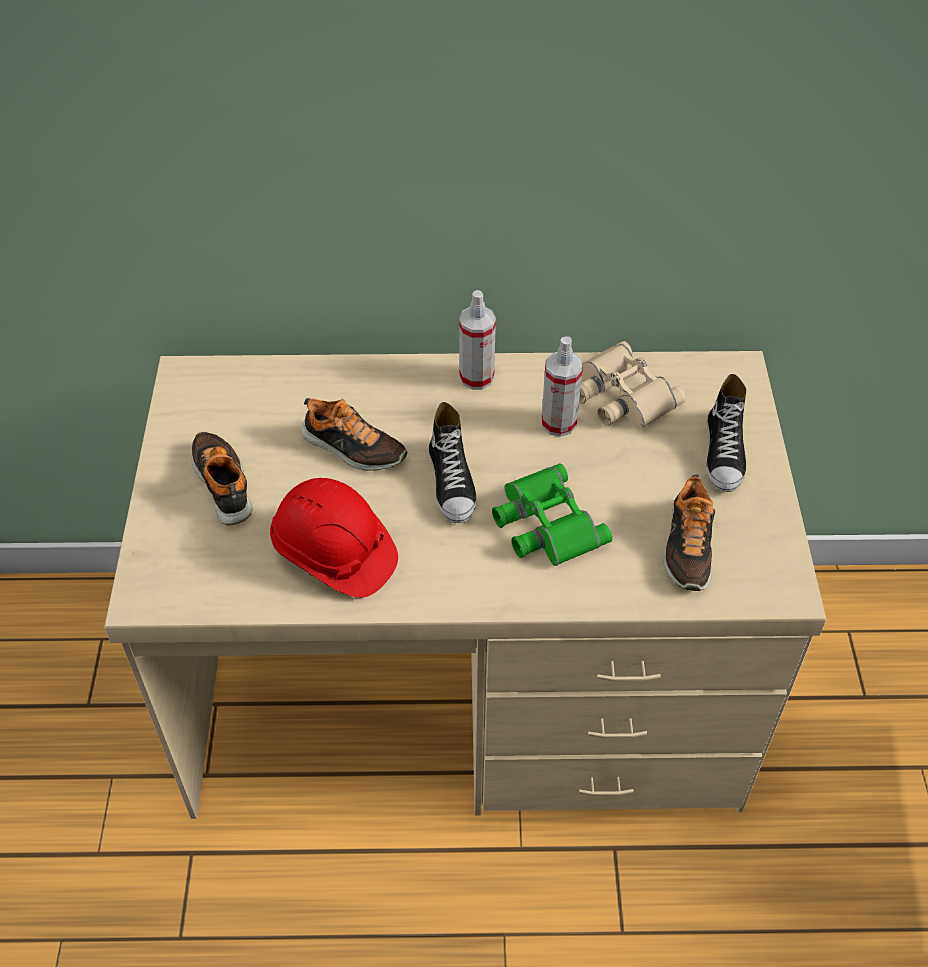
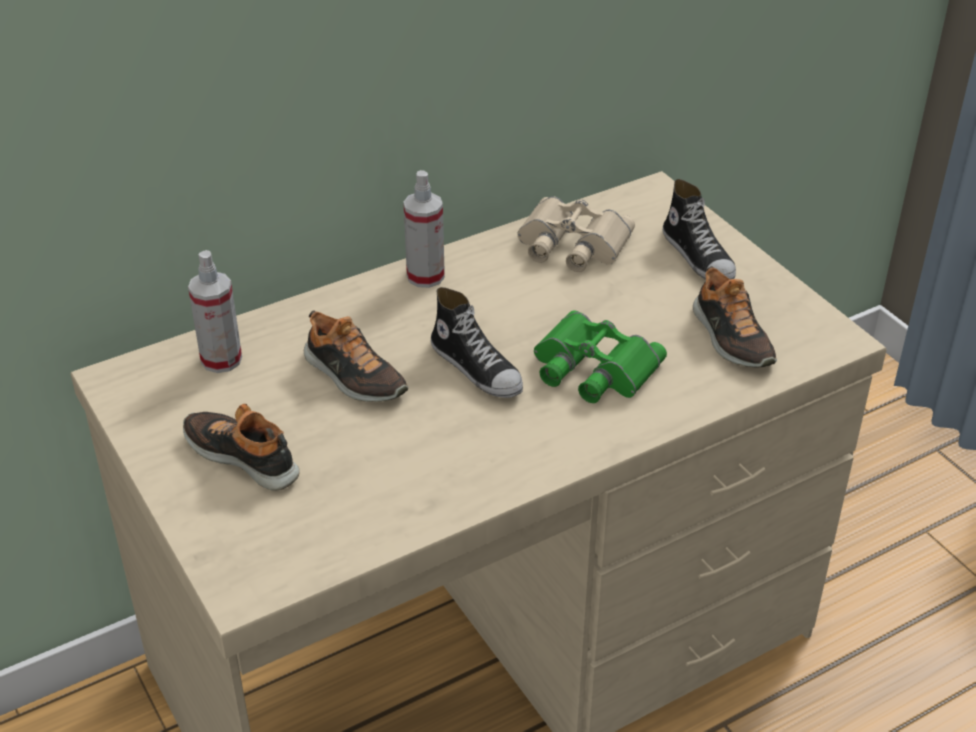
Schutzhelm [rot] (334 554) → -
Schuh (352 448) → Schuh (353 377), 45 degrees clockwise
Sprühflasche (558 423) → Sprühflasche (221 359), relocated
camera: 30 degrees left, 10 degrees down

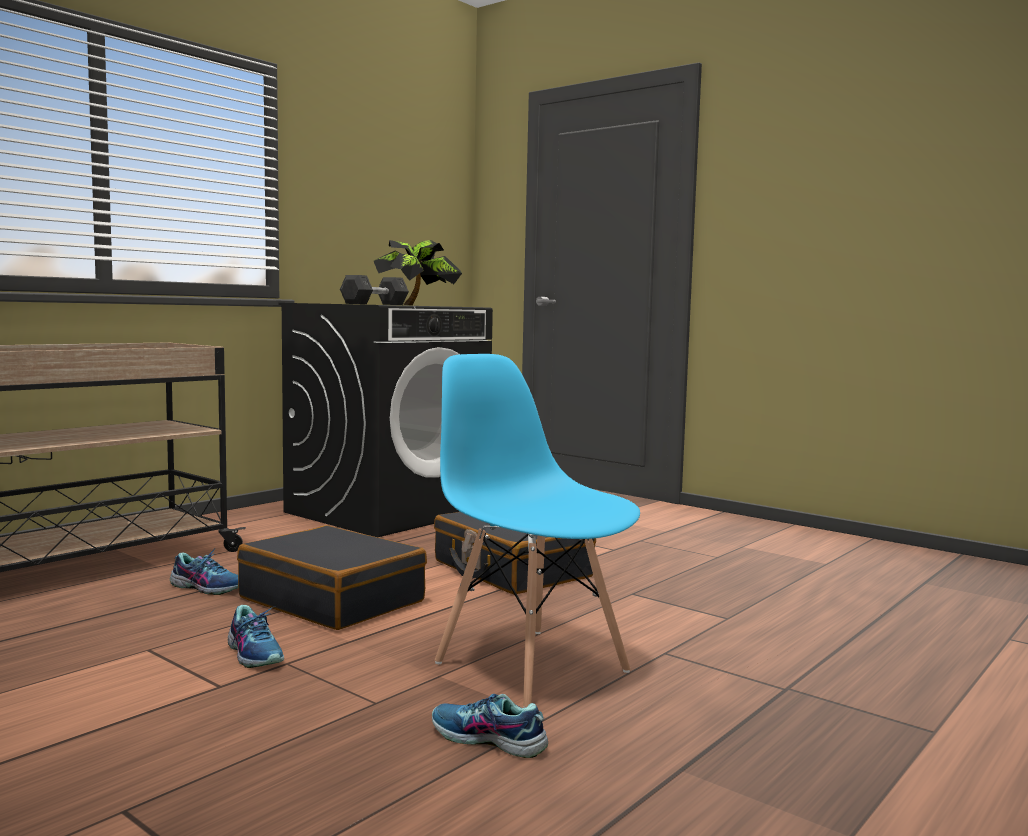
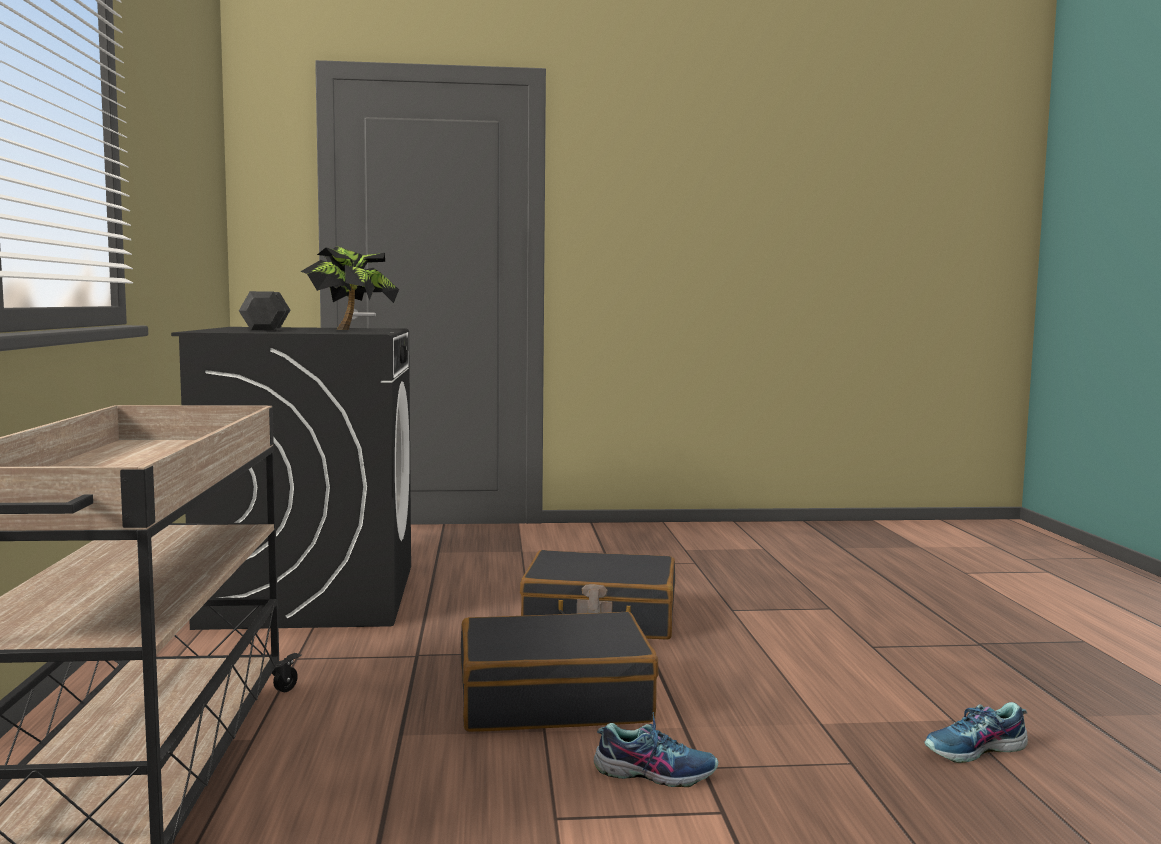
Schuh (208 587) → -
Stuhl [blau] (531 666) → -
camera: 45 degrees left, 0 degrees up

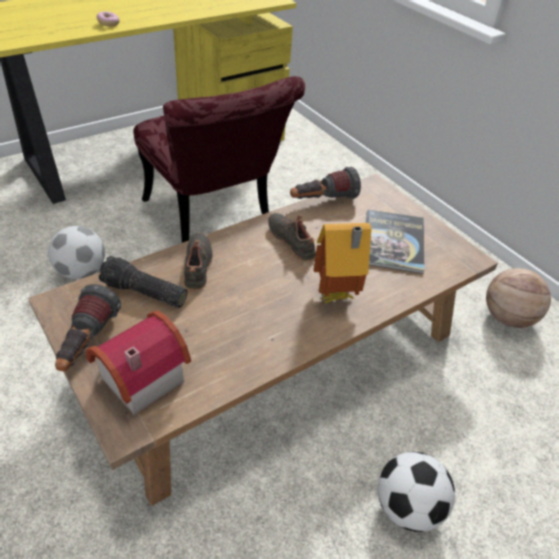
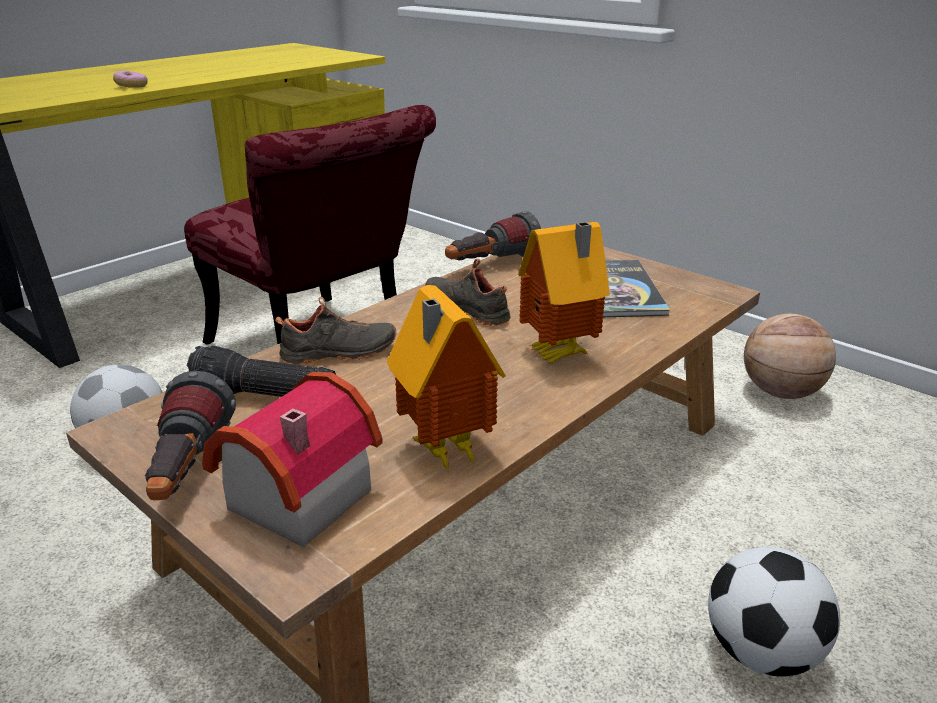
Schuh [schwarz] (199 266) → Schuh [schwarz] (339 354), 90 degrees clockwise
- → Spielzeughaus (442 452)
camera: 10 degrees left, 15 degrees down

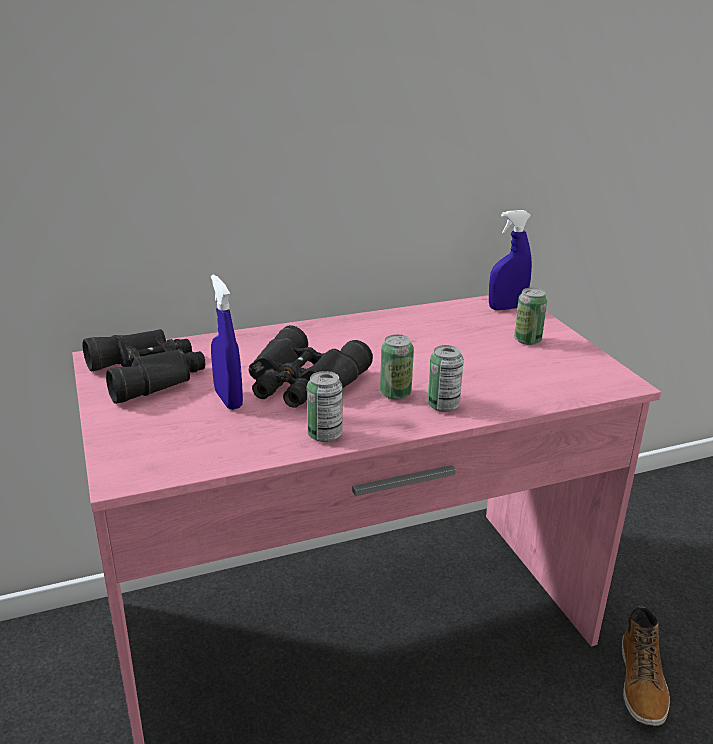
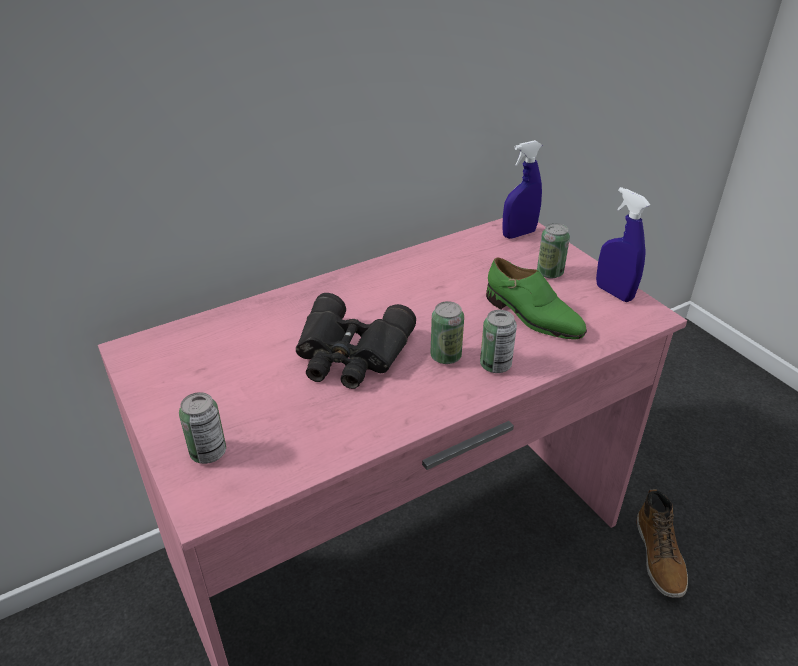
Fernglas [schwarz] (150 373) → -
Sprühflasche [blau] (228 399) → Sprühflasche [blau] (613 293), relocated
Dose (324 435) → Dose (208 452), relocated
- → Schuh [grün] (532 316)
camera: 10 degrees left, 10 degrees up

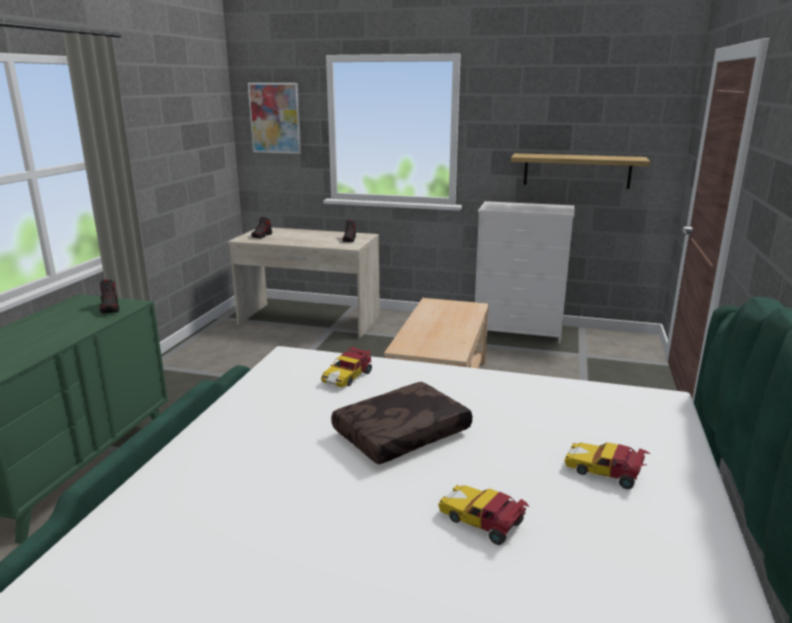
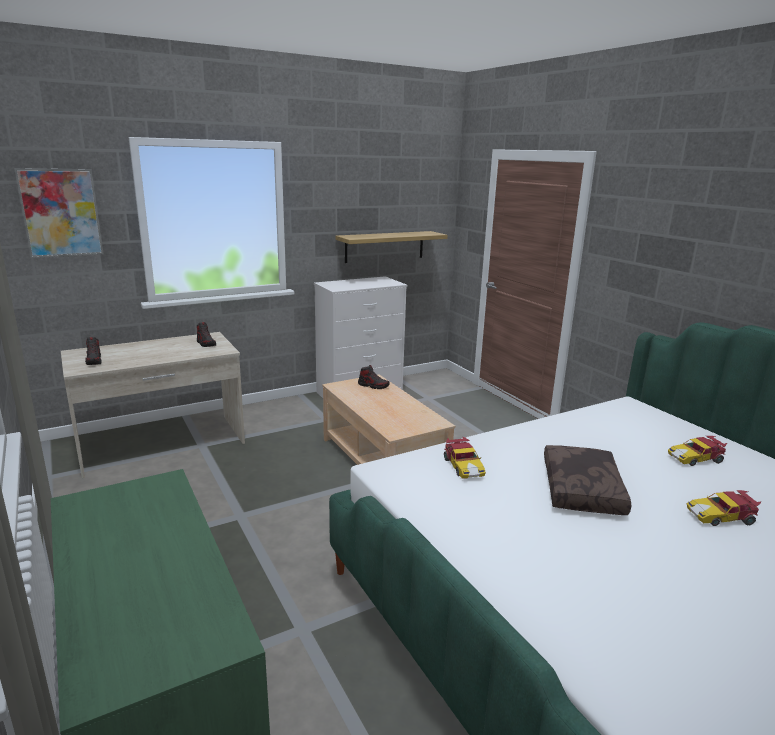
Schuh (110 308) → Schuh (373 386), relocated
camera: 45 degrees left, 0 degrees up

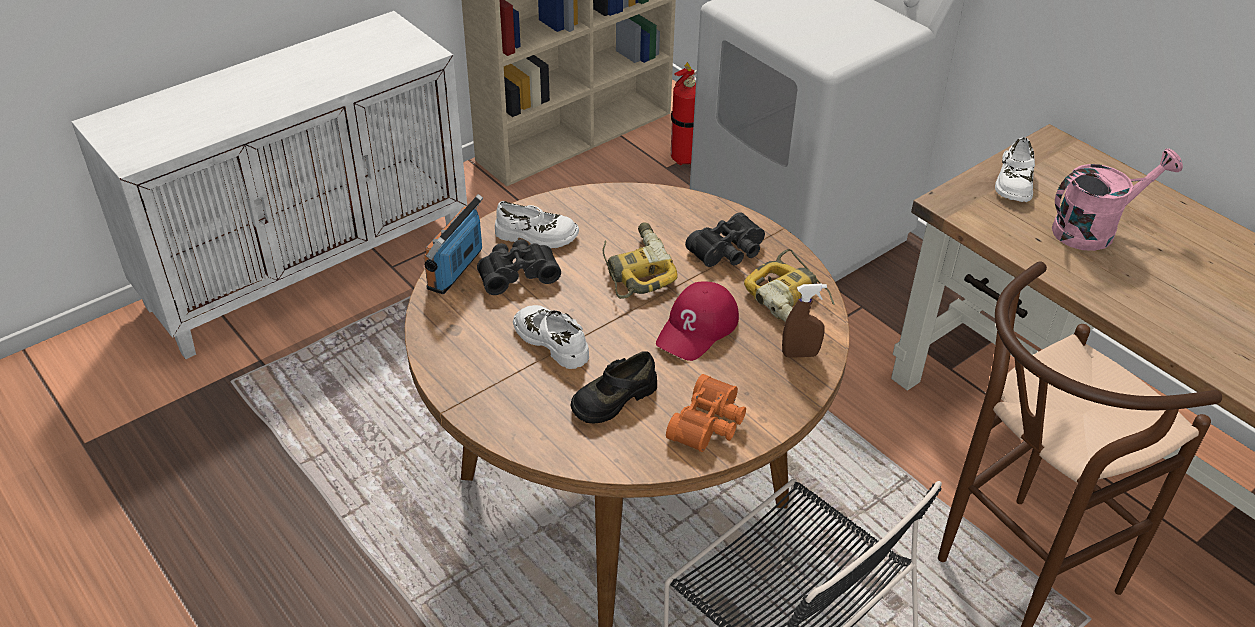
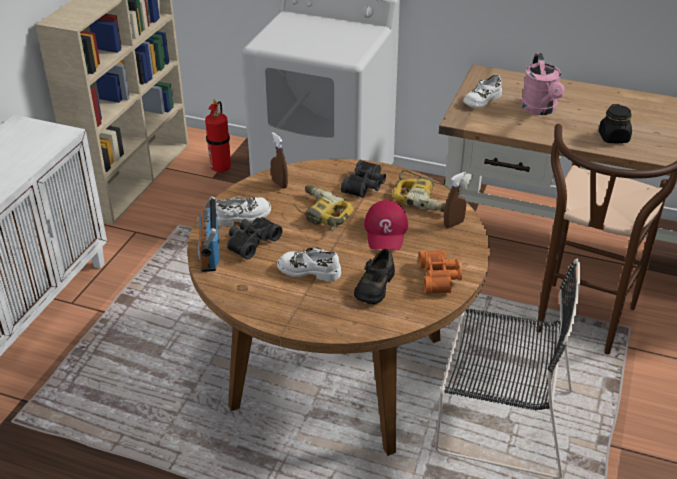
Schuh [weiß] (1013 183) → Schuh [weiß] (482 100), 60 degrees clockwise
Gießkanne [rosa] (1094 229) → Gießkanne [rosa] (540 110), 135 degrees clockwise
- → Sprühflasche [braun] (279 184)
- → Vorratsglas [schwarz] (613 138)
camera: 30 degrees left, 5 degrees down

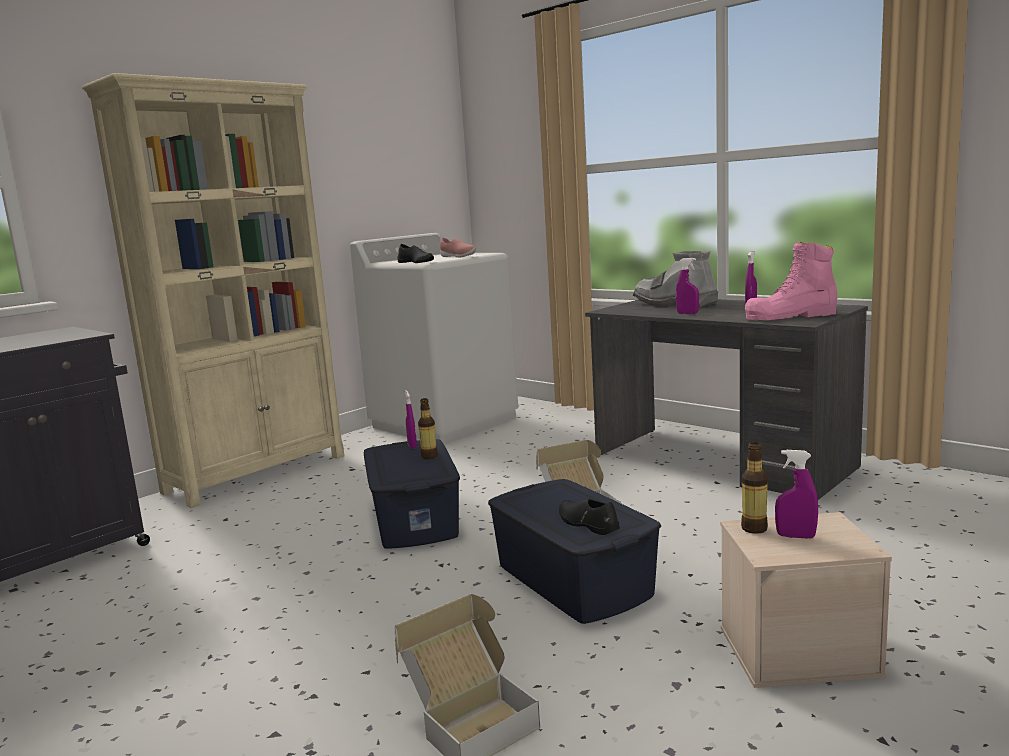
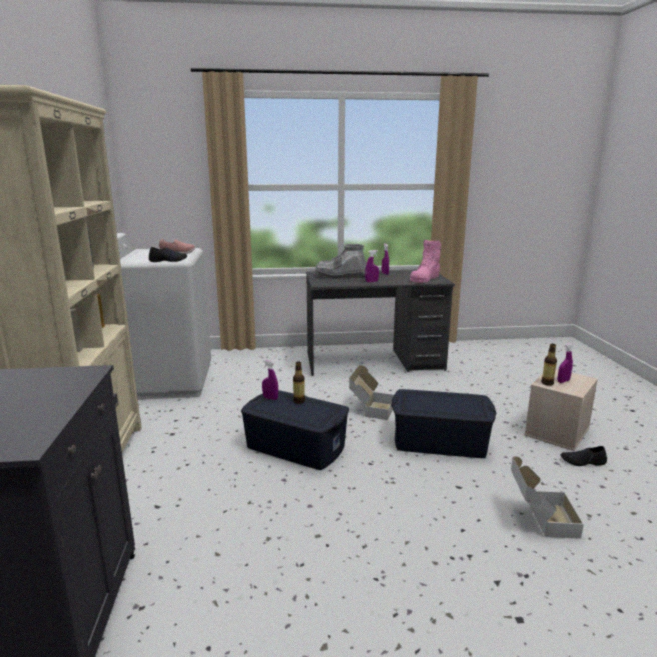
Schuh [schwarz] (587 523) → Schuh [schwarz] (582 461), relocated
camera: 50 degrees left, 5 degrees up

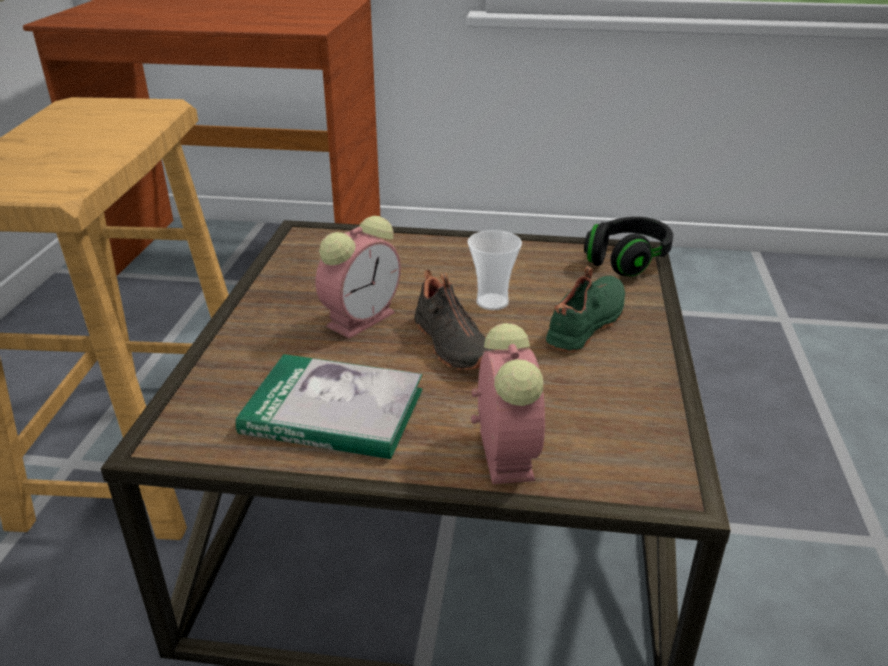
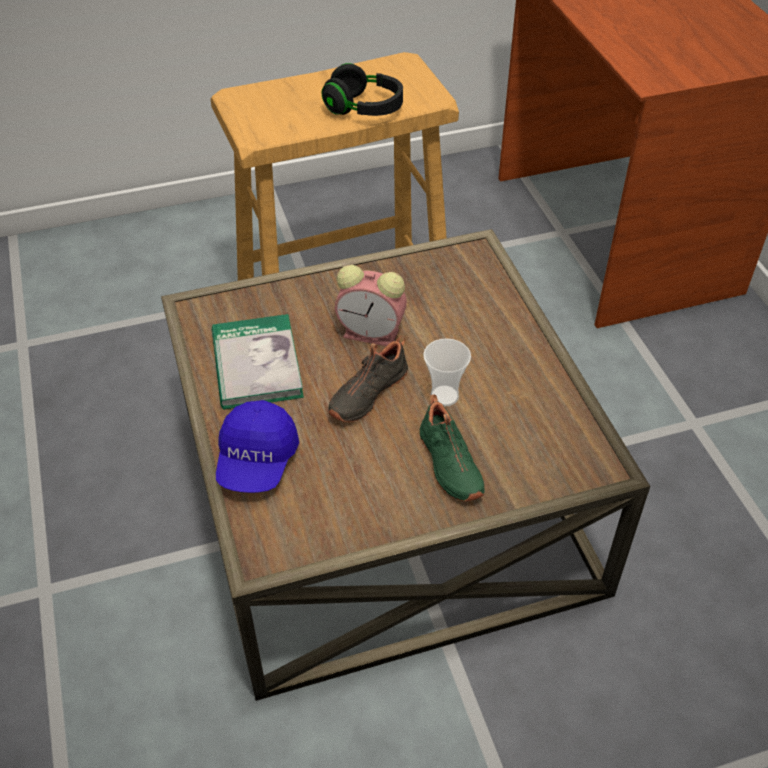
Wecker (504 452) → Kappe [blau] (257 461)
Schuh [grün] (588 324) → Schuh [grün] (448 464), 60 degrees clockwise
Kopfhörer [schwarz] (627 260) → Kopfhörer [schwarz] (364 109), relocated
camera: 65 degrees right, 15 degrees up

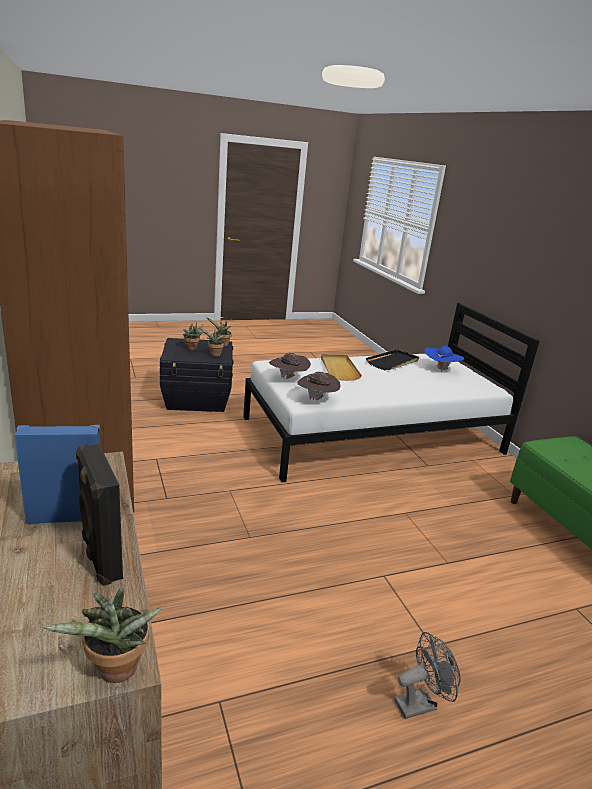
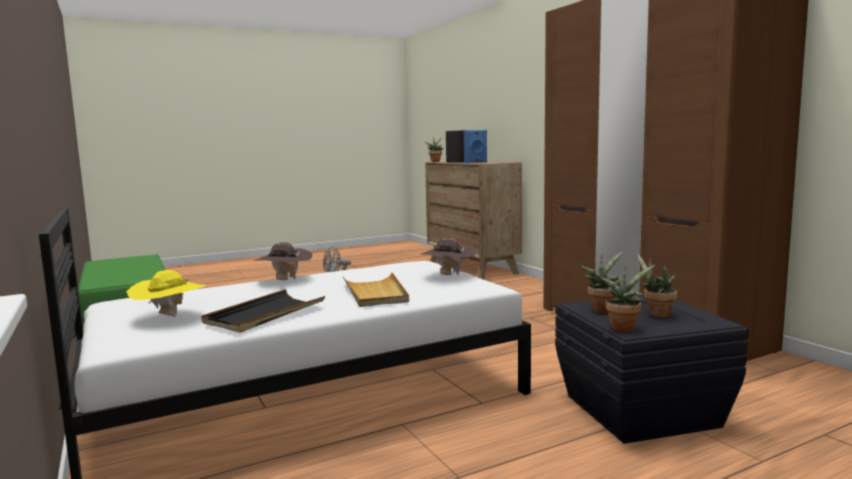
Hut [braun] (317 399) → Hut [braun] (284 280), relocated
Hut [blau] (441 369) → Hut [gelb] (170 318)
camera: 175 degrees right, 15 degrees down

